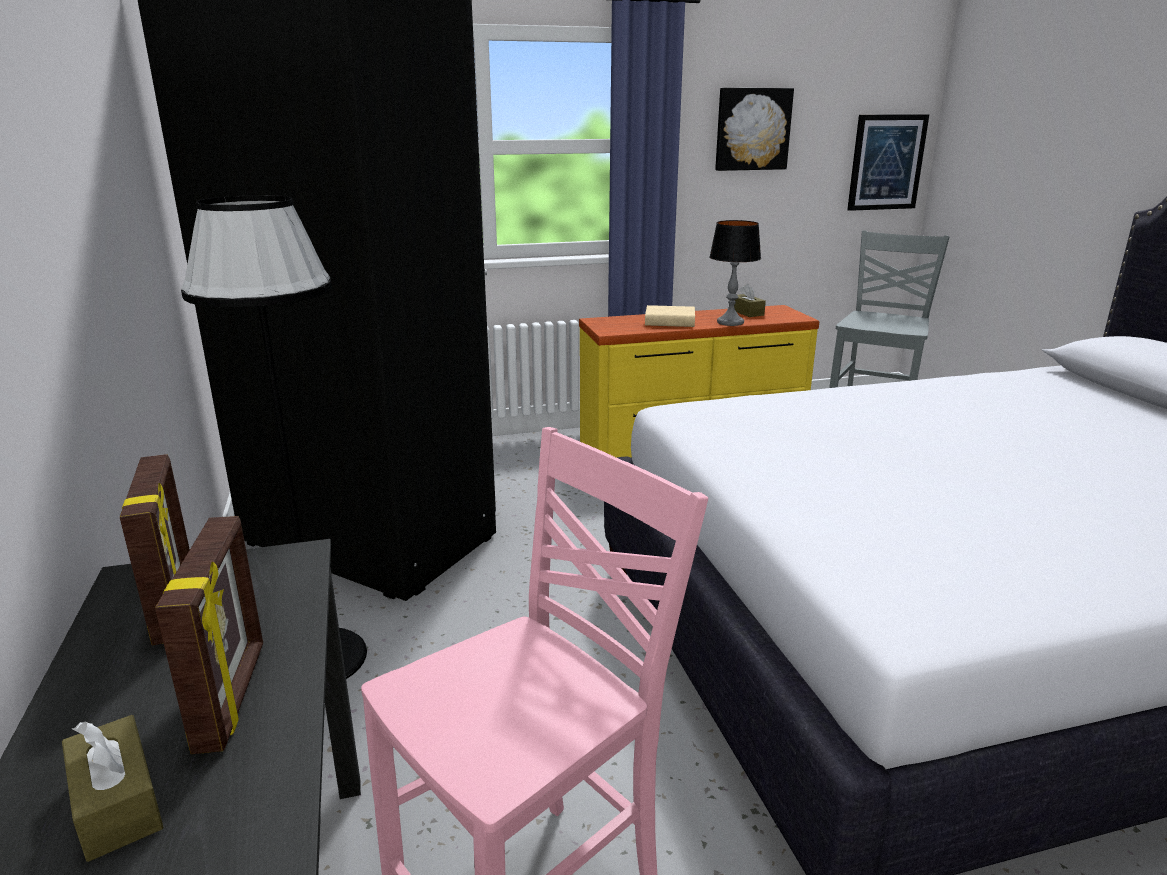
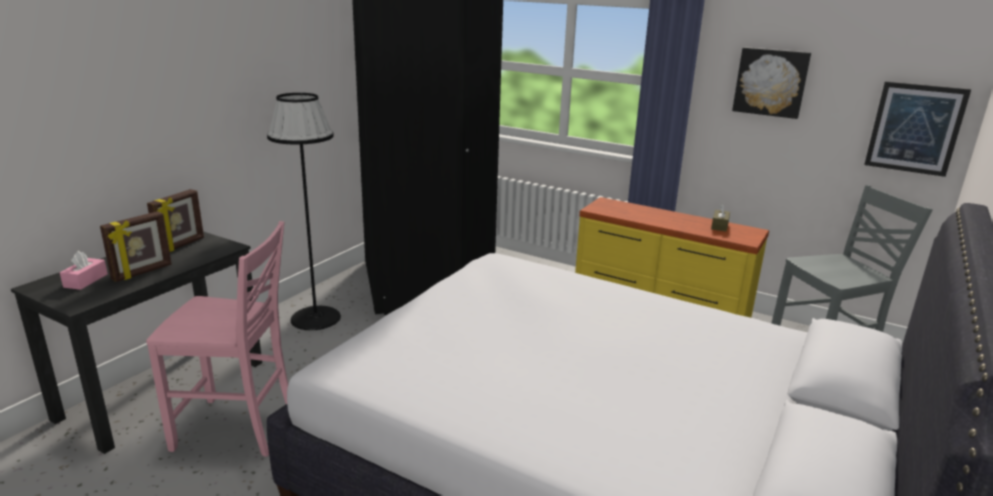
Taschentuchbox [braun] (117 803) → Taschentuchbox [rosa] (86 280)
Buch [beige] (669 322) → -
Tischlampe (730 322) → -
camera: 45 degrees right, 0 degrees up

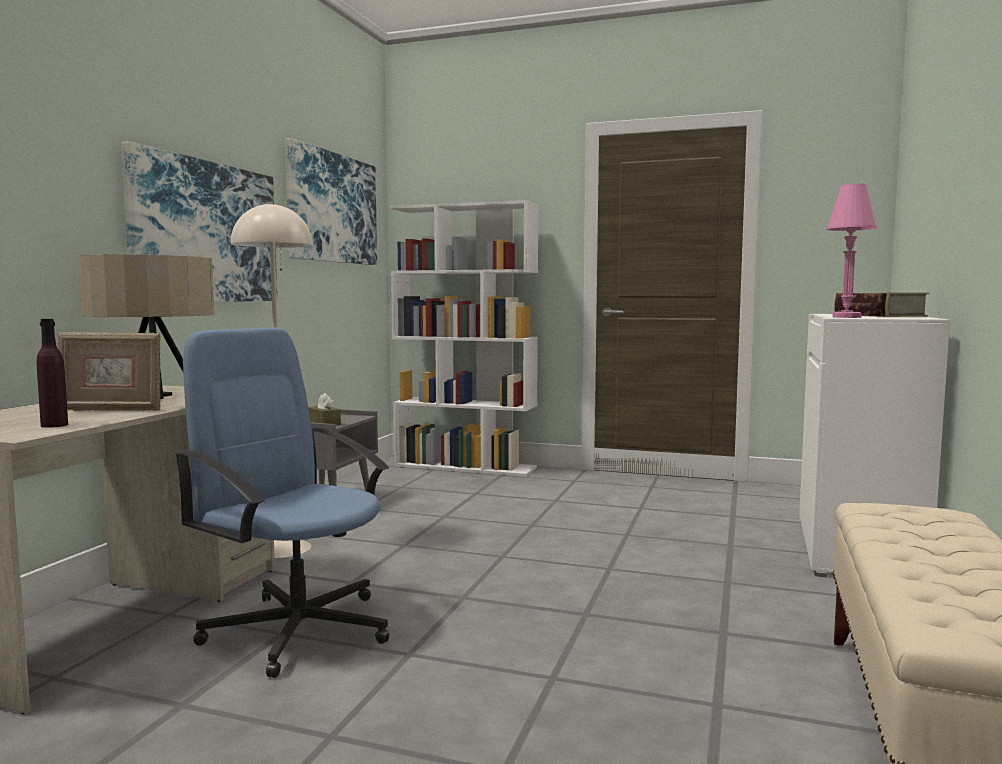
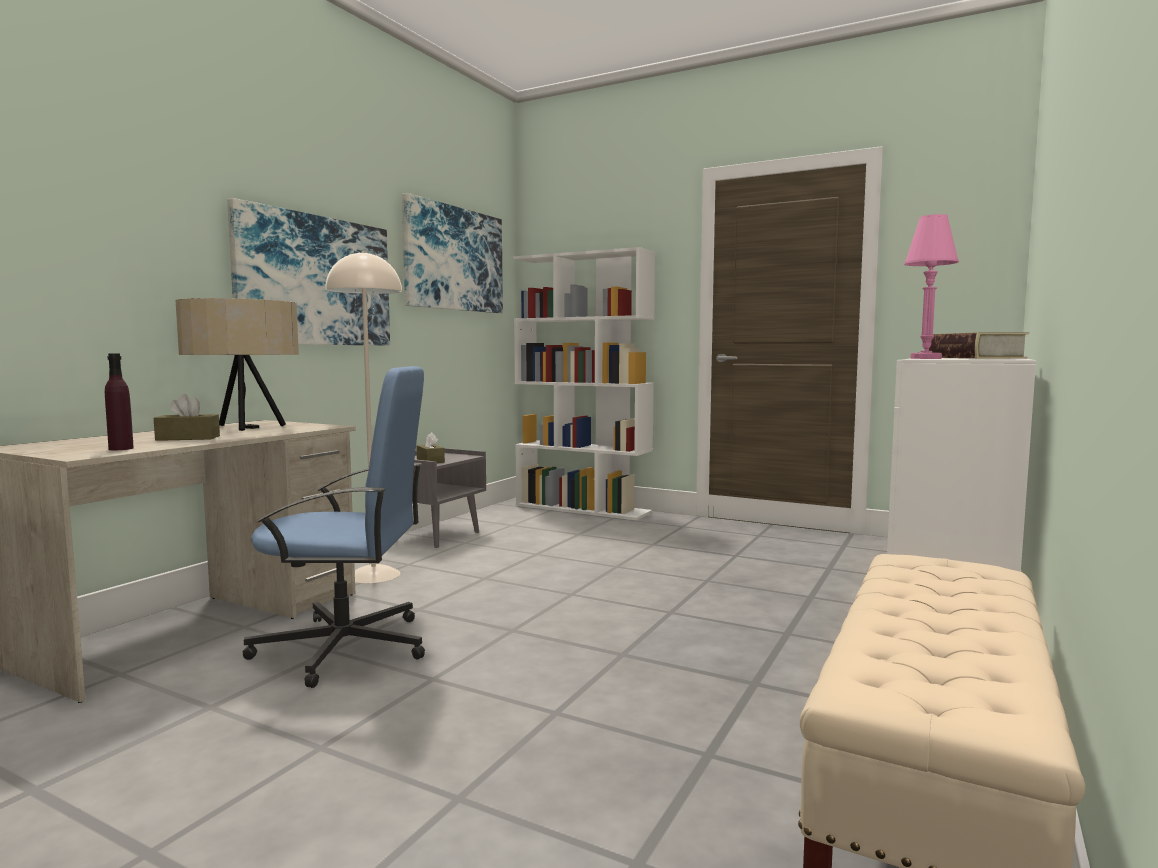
Bilderrahmen (111 410) → Taschentuchbox [braun] (188 438)
Bürostuhl [blau] (297 628) → Bürostuhl [blau] (346 648), 135 degrees clockwise
camera: 10 degrees right, 0 degrees up

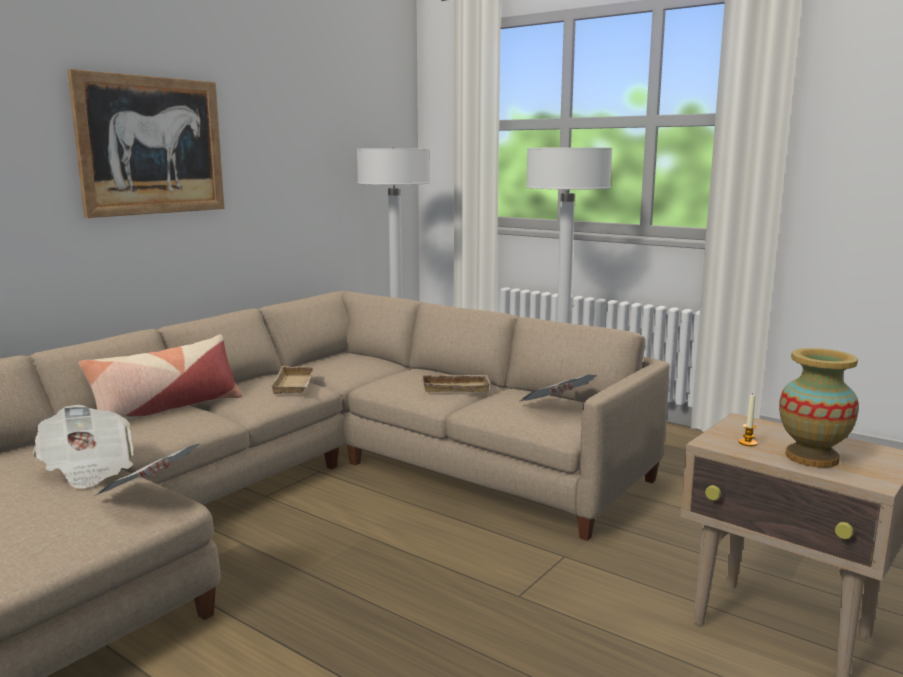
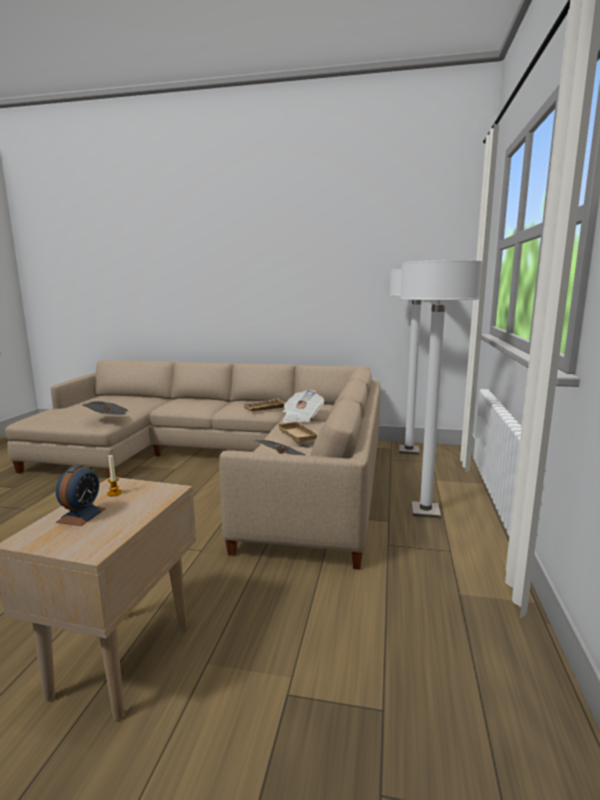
Zeitung (88 469) → Zeitung (301 418), relocated
Bild (152 146) → -
Kissen (167 409) → -
Vase (811 458) → Wecker (81 515)
camera: 65 degrees right, 0 degrees up

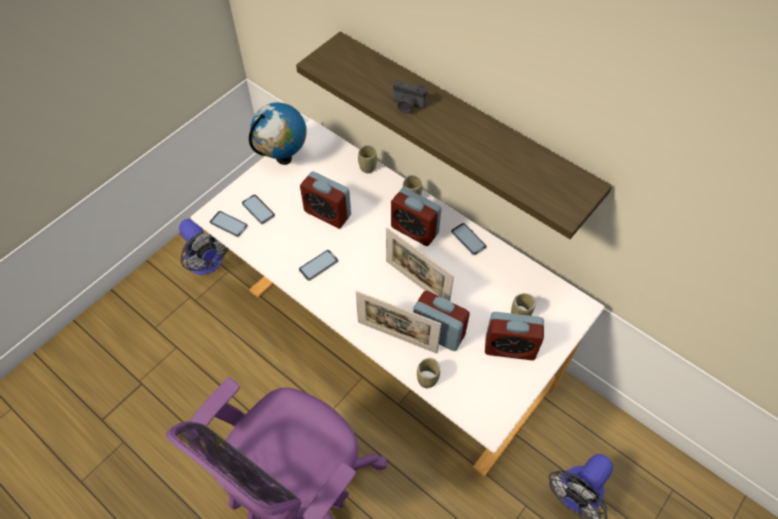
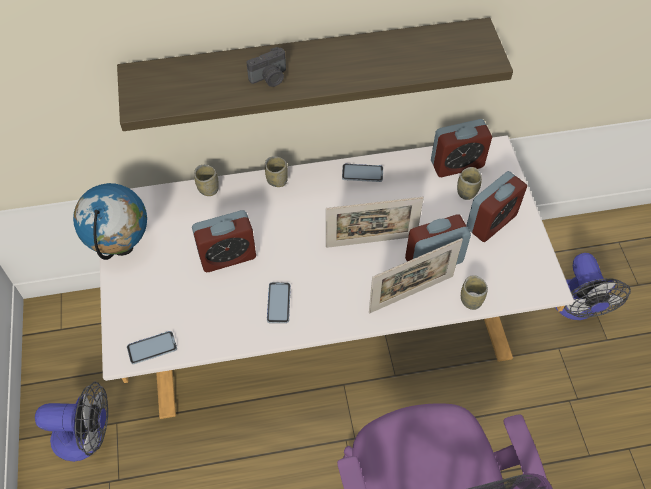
Handy (258 210) → -
Wecker (414 230) → Wecker (457 164), relocated
camera: 50 degrees left, 0 degrees up

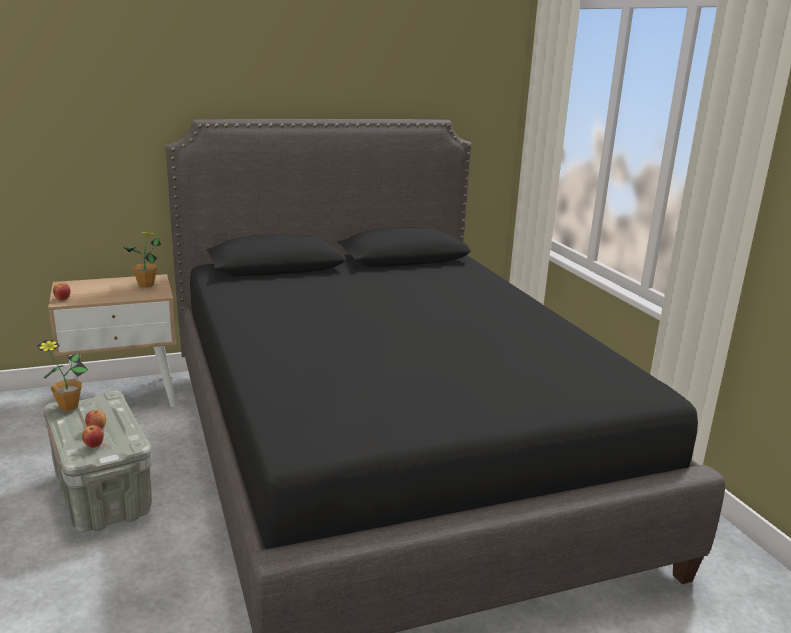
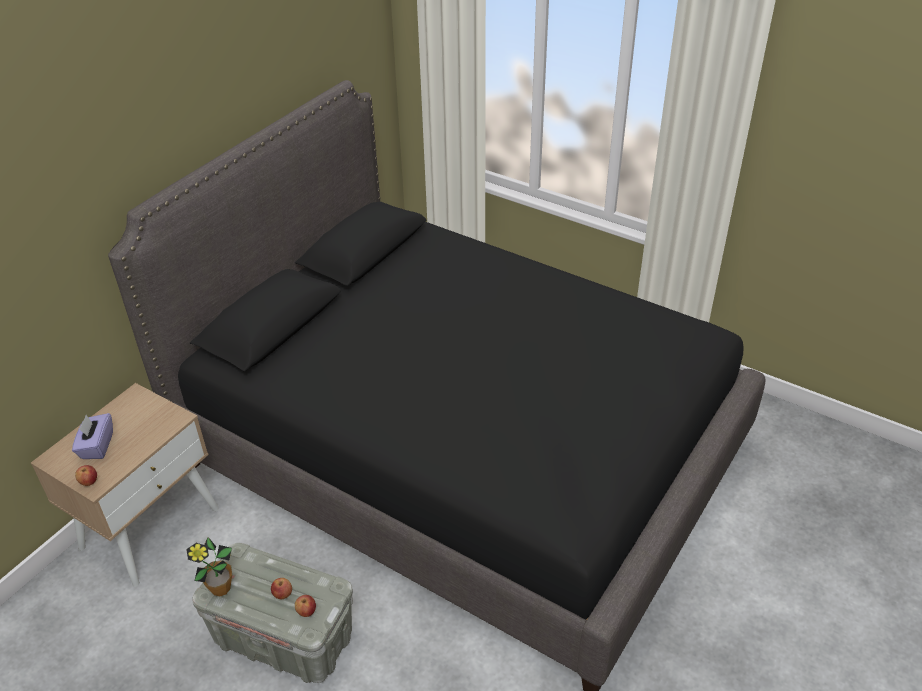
Topfpflanze (146 285) → -
- → Taschentuchbox [lila] (97 446)
camera: 35 degrees left, 20 degrees up

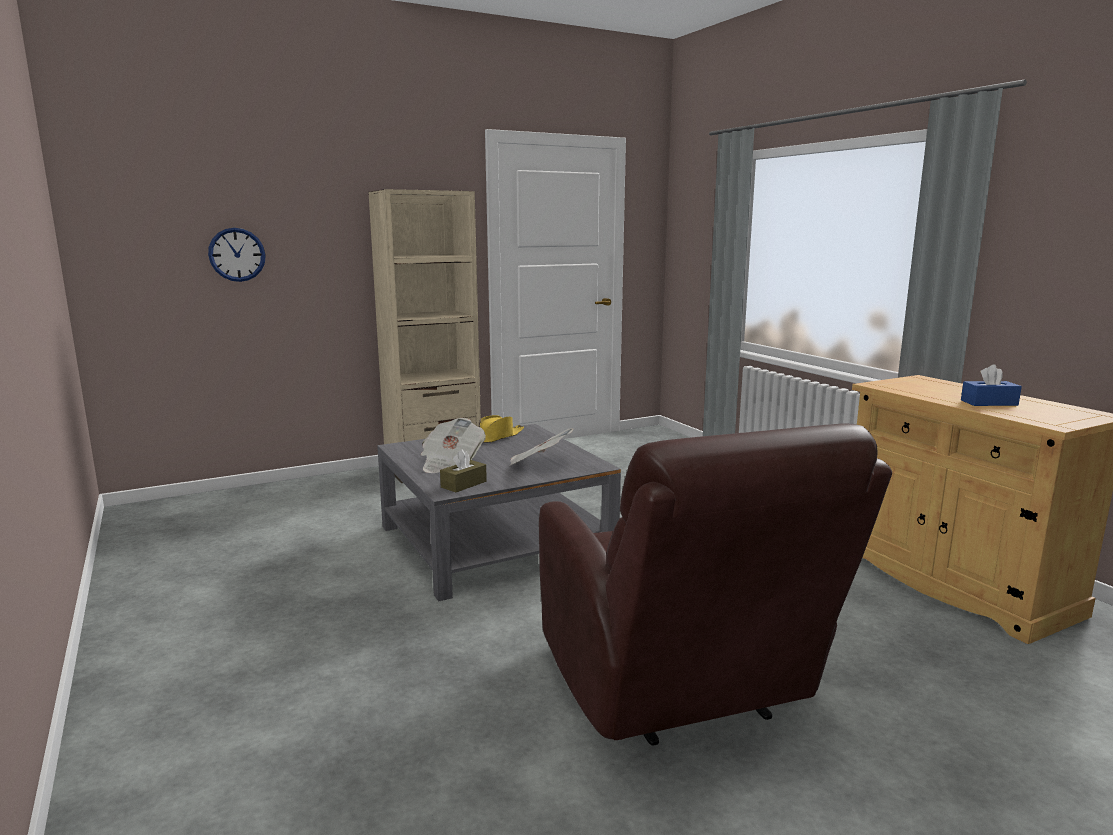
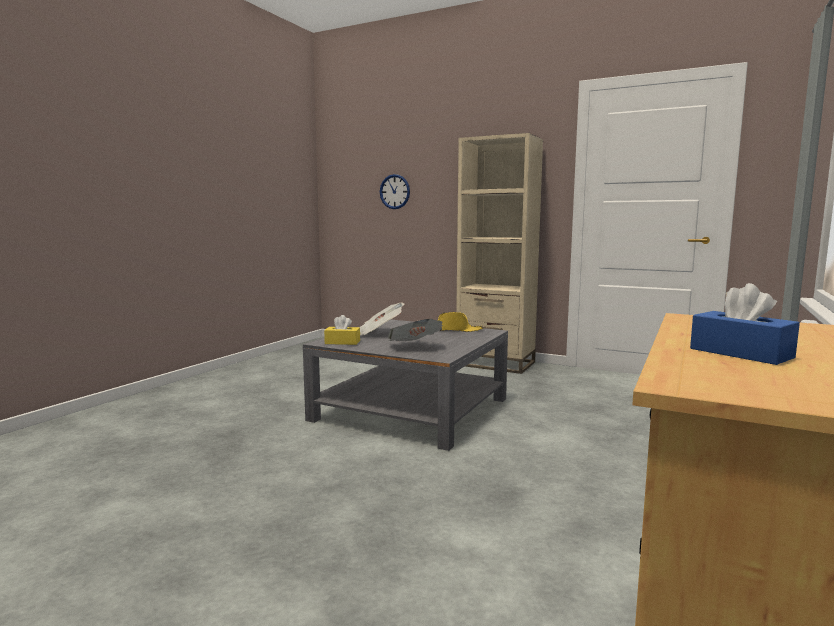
Taschentuchbox [braun] (463 484) → Taschentuchbox [gelb] (342 342)
Sessel [braun] (679 689) → -
camera: 55 degrees right, 5 degrees down

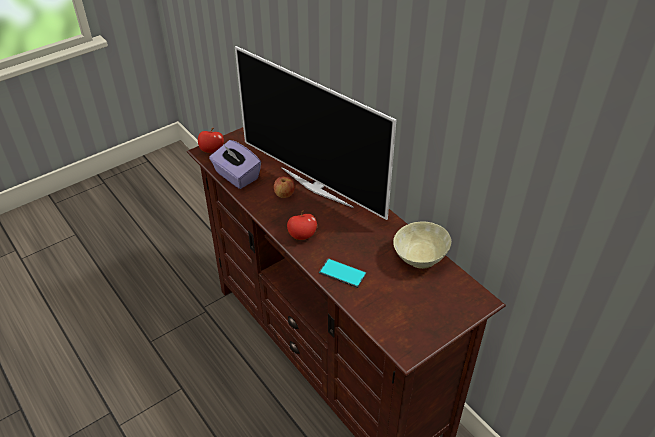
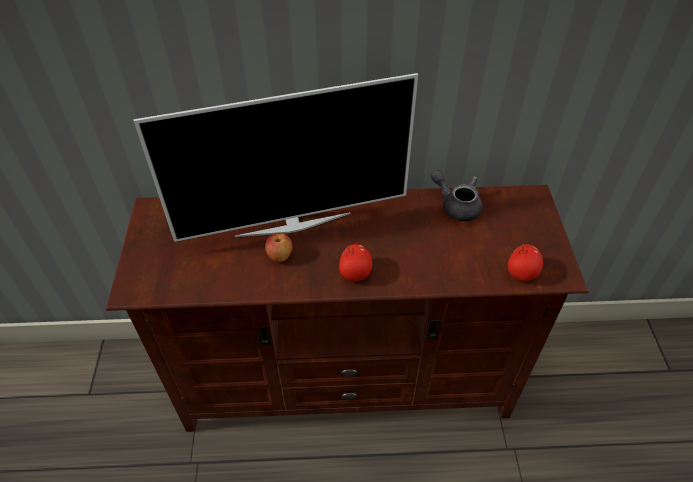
Apfel (211 150) → Apfel (521 273), relocated
Taschentuchbox [lila] (236 176) → -
Handy (342 273) → -
Schüssel [beige] (419 258) → Teekanne [grau] (456 205)
camera: 55 degrees left, 5 degrees up

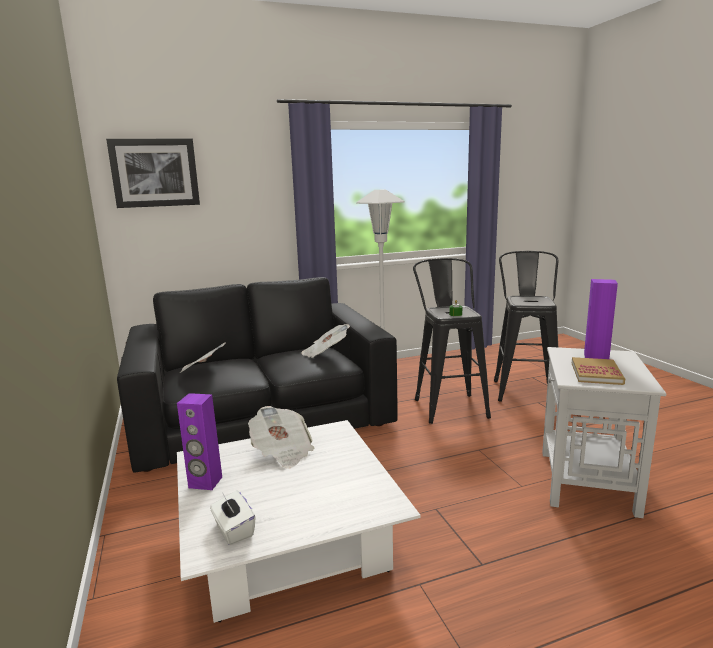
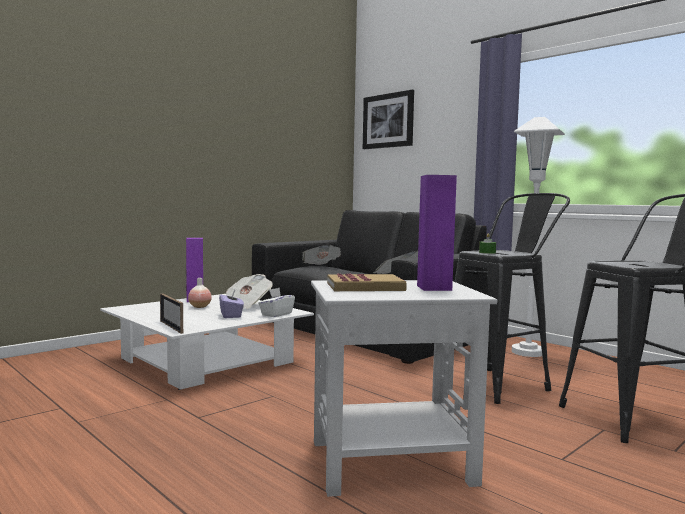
Taschentuchbox [weiß] (233 530) → Taschentuchbox [weiß] (276 314), relocated
- → Bilderrahmen (171 327)
- → Vase (199 307)
- → Taschentuchbox [lila] (231 315)
camera: 65 degrees right, 10 degrees down

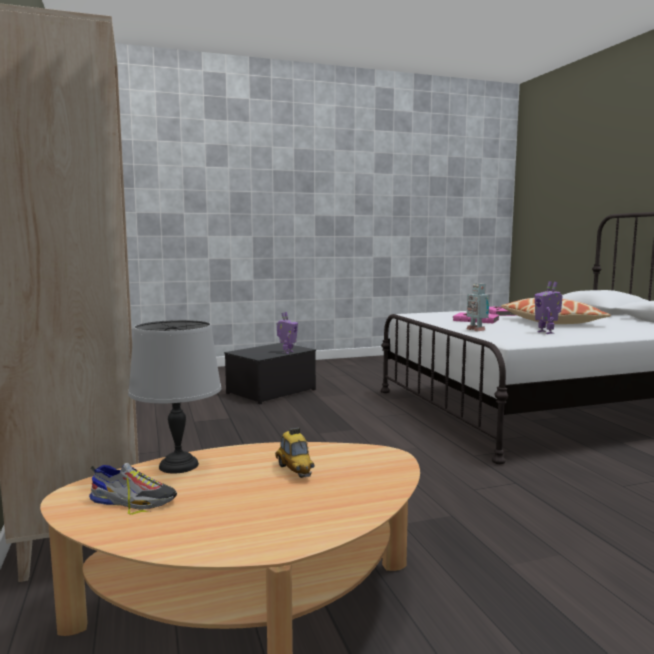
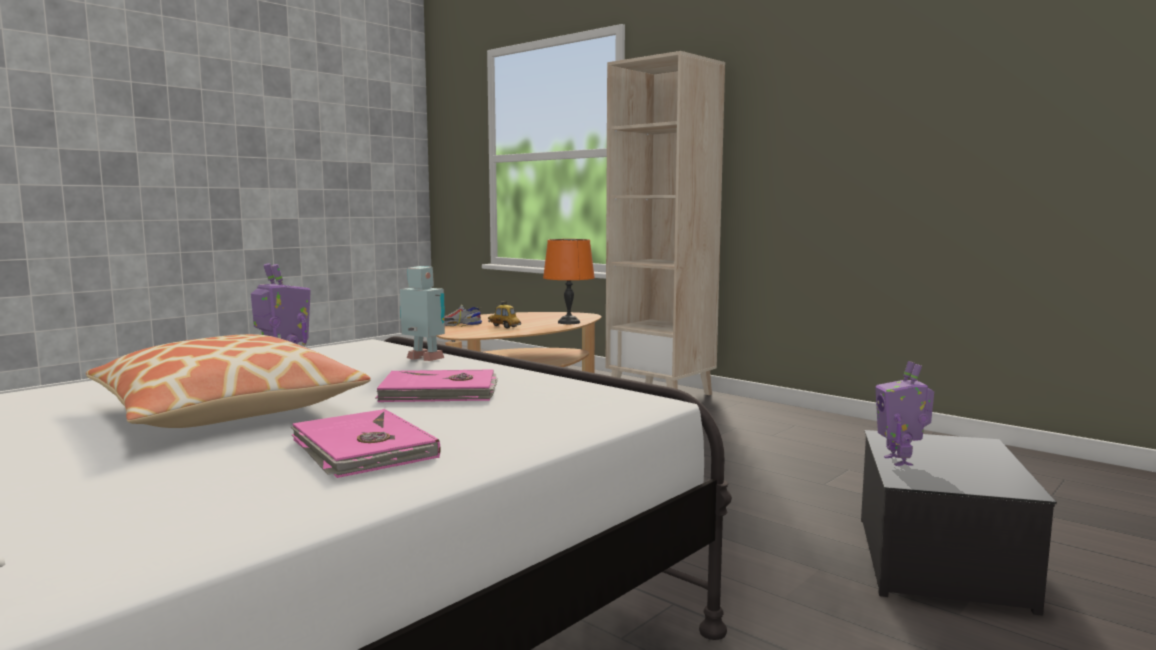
Schuh (133 501) → Schuh (459 324), relocated
Tischlampe [grau] (179 465) → Tischlampe [orange] (568 322)
camera: 150 degrees right, 0 degrees up

